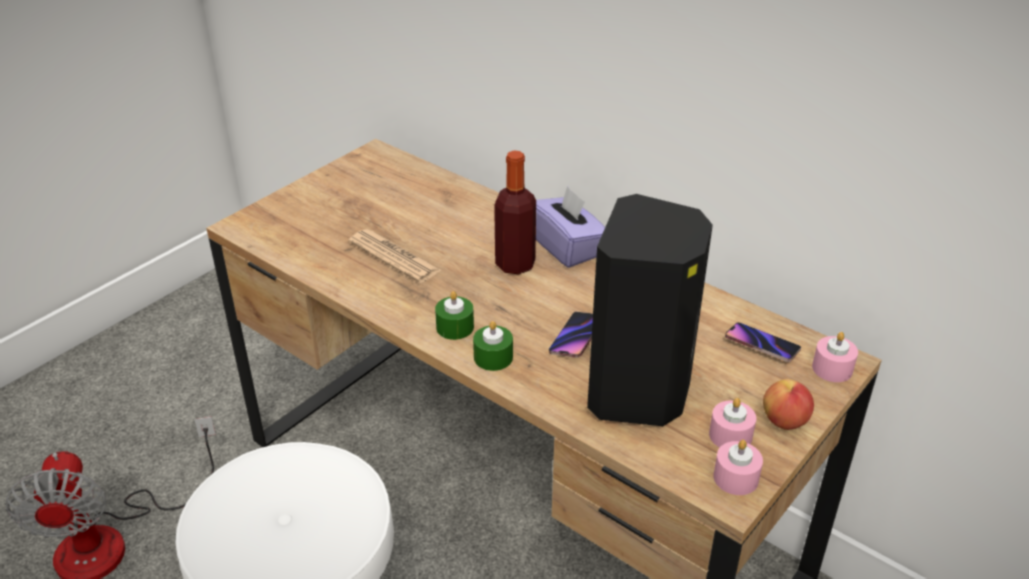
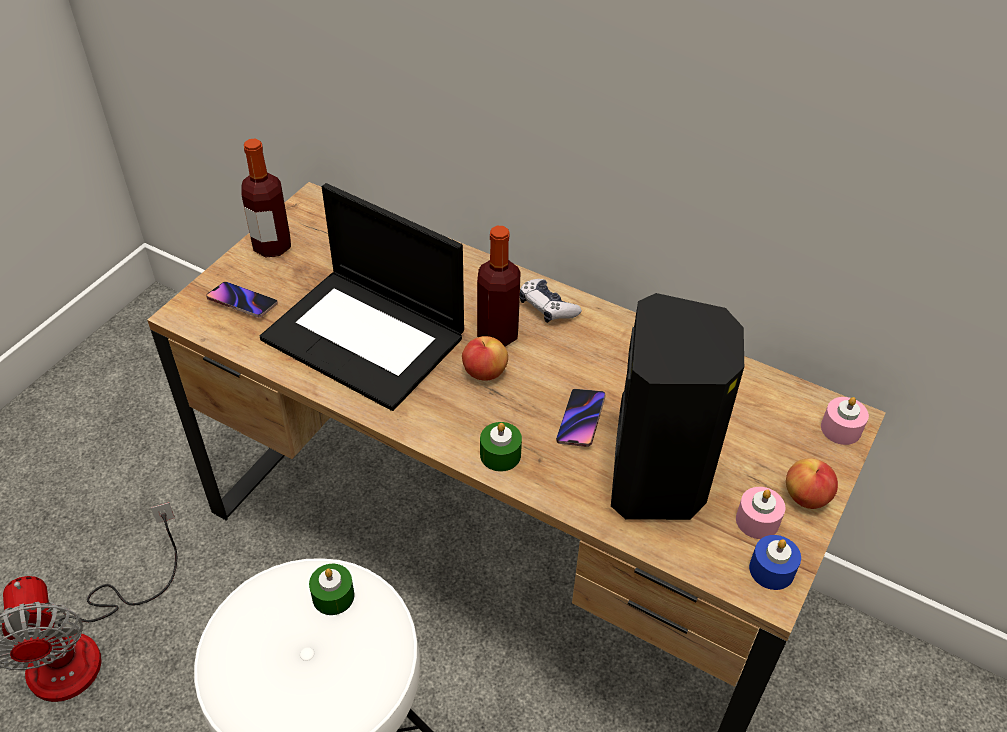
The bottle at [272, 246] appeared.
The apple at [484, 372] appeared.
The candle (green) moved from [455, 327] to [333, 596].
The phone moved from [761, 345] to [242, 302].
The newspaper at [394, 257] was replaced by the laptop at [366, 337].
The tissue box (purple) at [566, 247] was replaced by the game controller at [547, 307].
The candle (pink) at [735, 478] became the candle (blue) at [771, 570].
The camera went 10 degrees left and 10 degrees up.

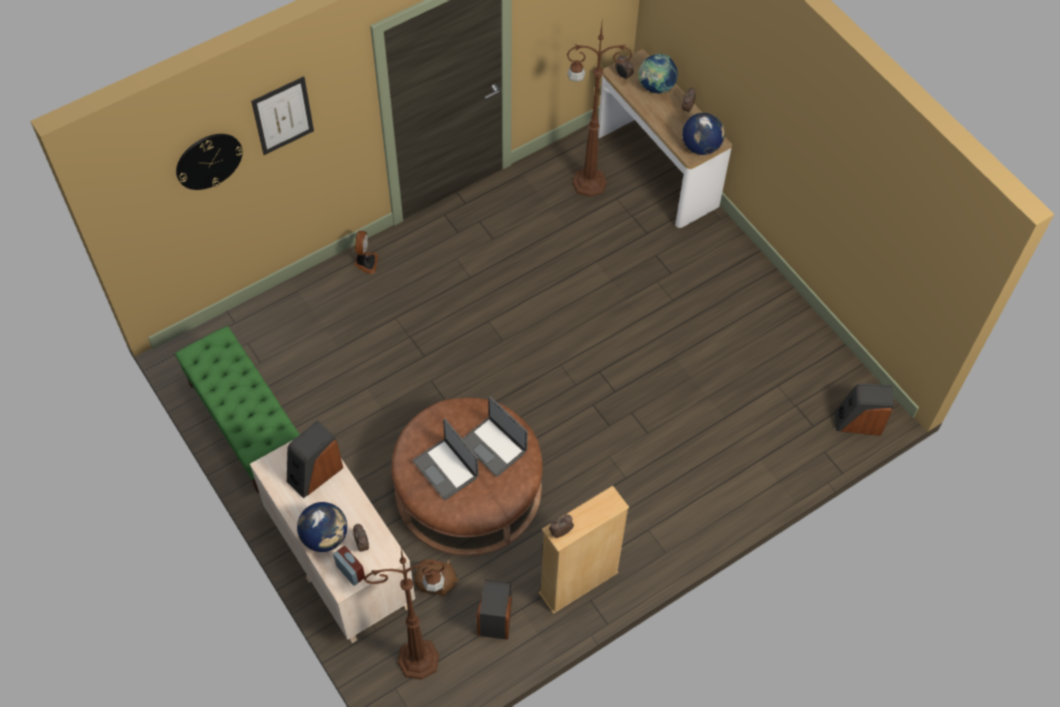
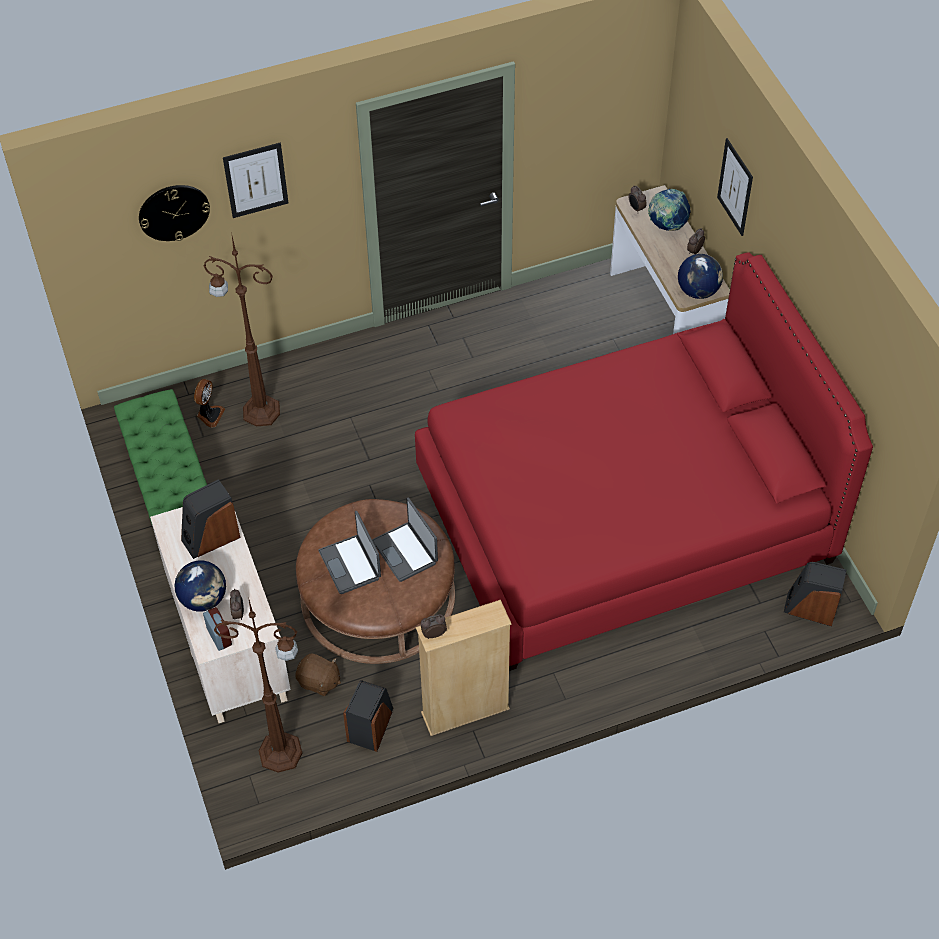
The bed (red) at [624, 517] appeared.
The picture at [735, 187] appeared.
The fan moved from [365, 262] to [209, 415].
The floor lamp (brown) moved from [587, 182] to [259, 411].
The camera went 15 degrees right and 5 degrees down.

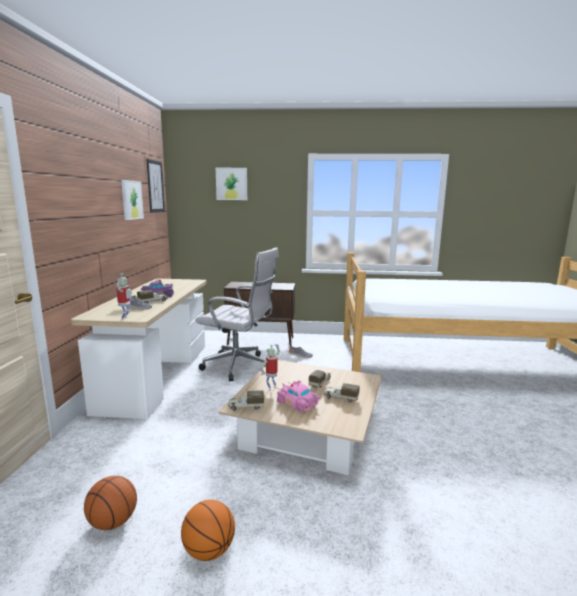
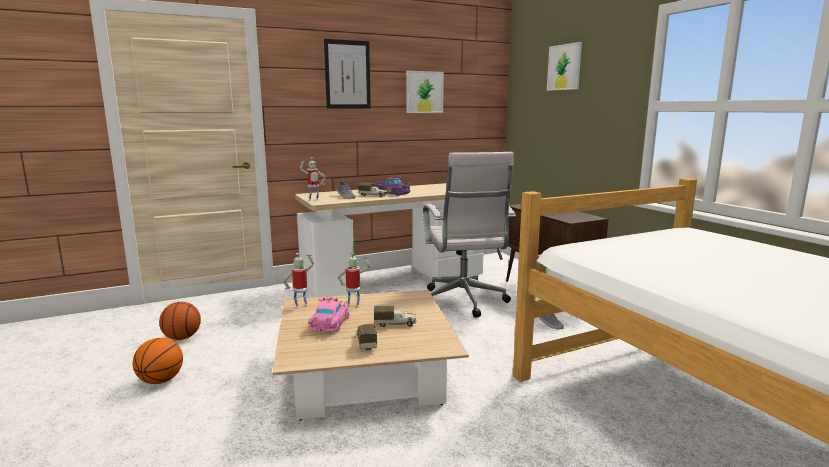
The picture moved from [155, 186] to [347, 74].
The toy truck at [246, 407] was replaced by the toy robot at [301, 306].
The camera went 60 degrees right and 0 degrees up.

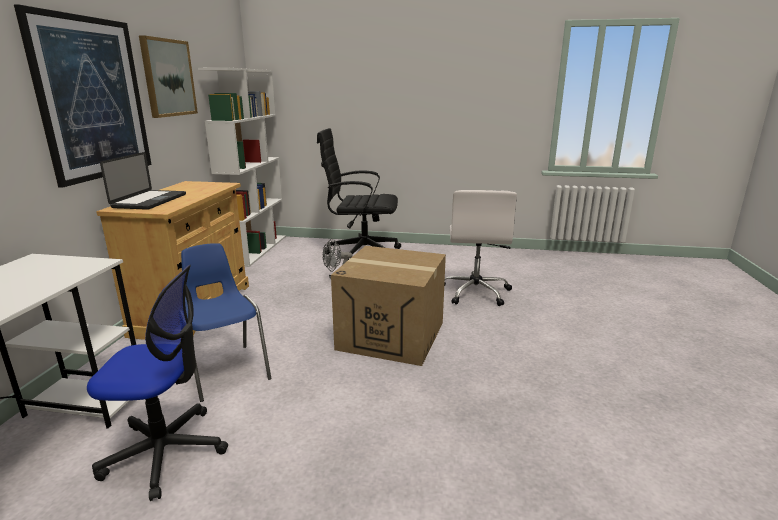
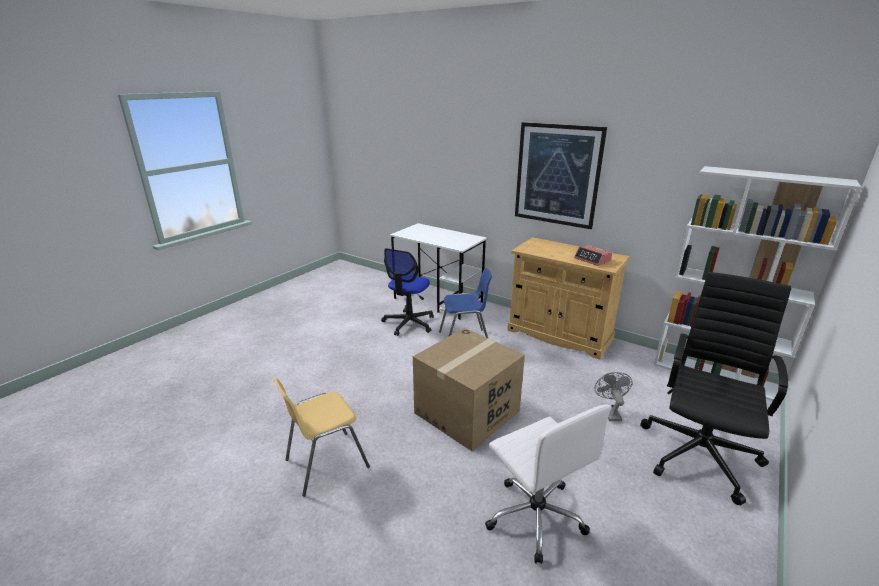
The laptop at [150, 201] disappeared.
The picture at [168, 78] disappeared.
The chair (yellow) at [325, 463] appeared.
The alarm clock at [592, 260] appeared.
The office chair (white) at [475, 292] turned 150 degrees counterclockwise.
The camera went 115 degrees right and 5 degrees up.

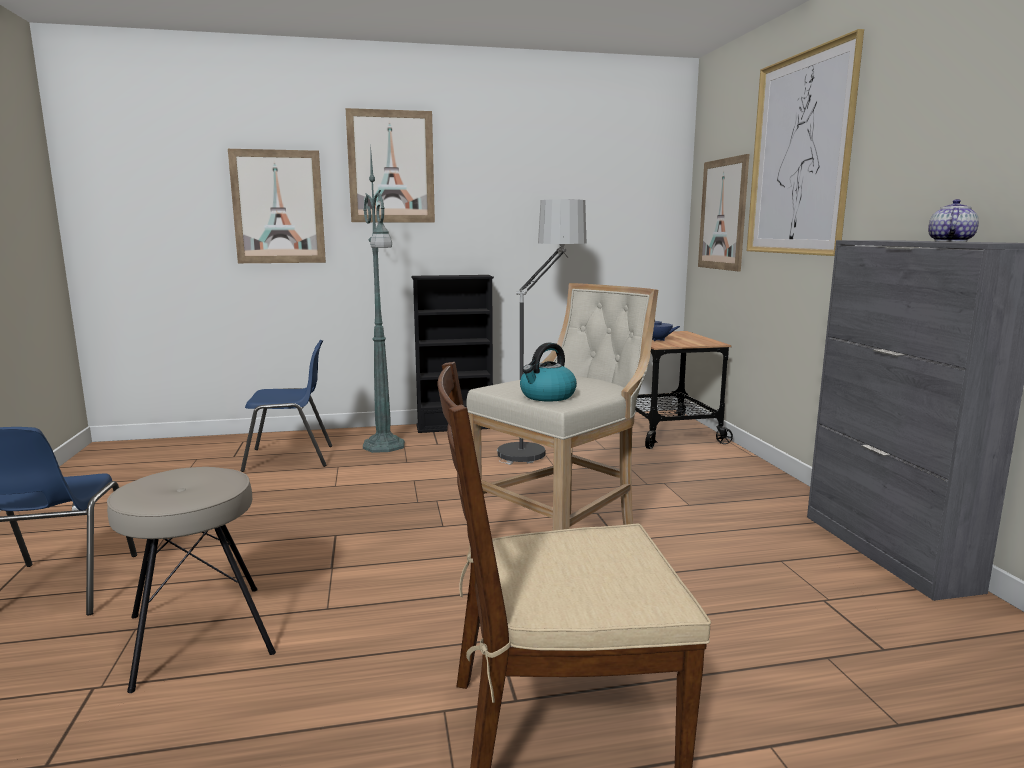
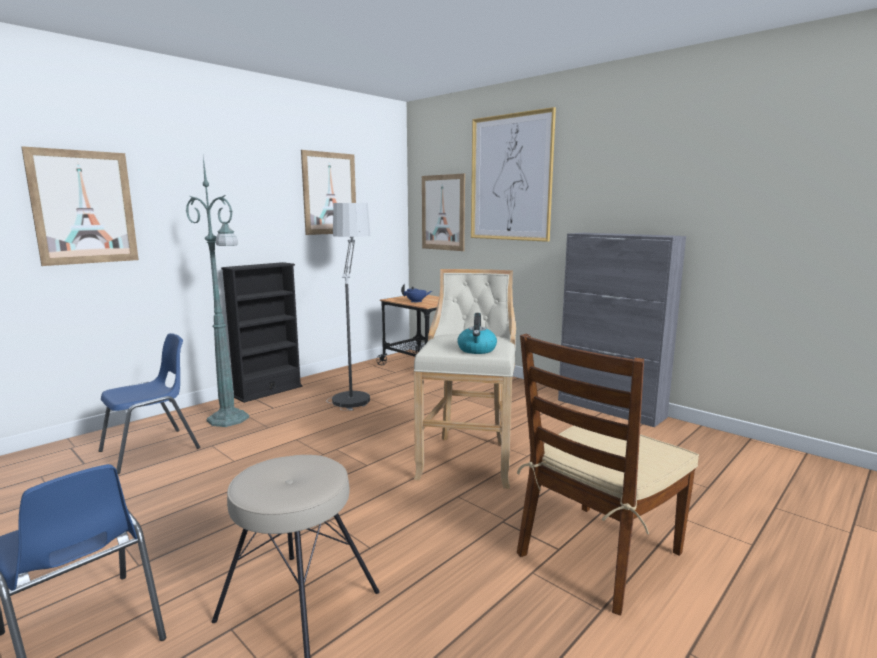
The teapot at [950, 241] disappeared.
The picture moved from [391, 167] to [329, 193].
The camera went 35 degrees left and 0 degrees up.

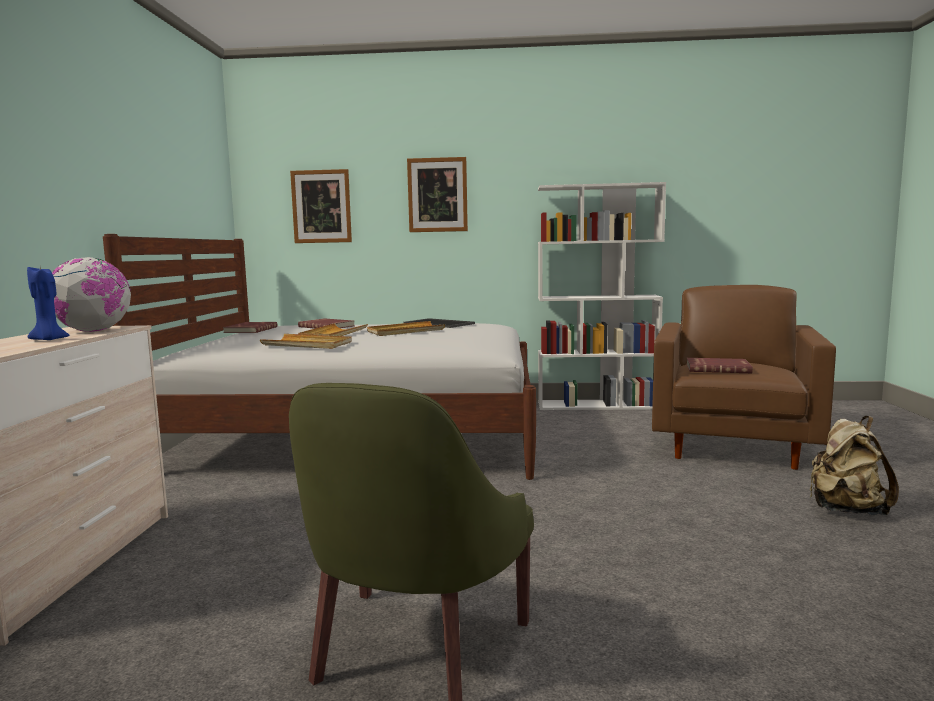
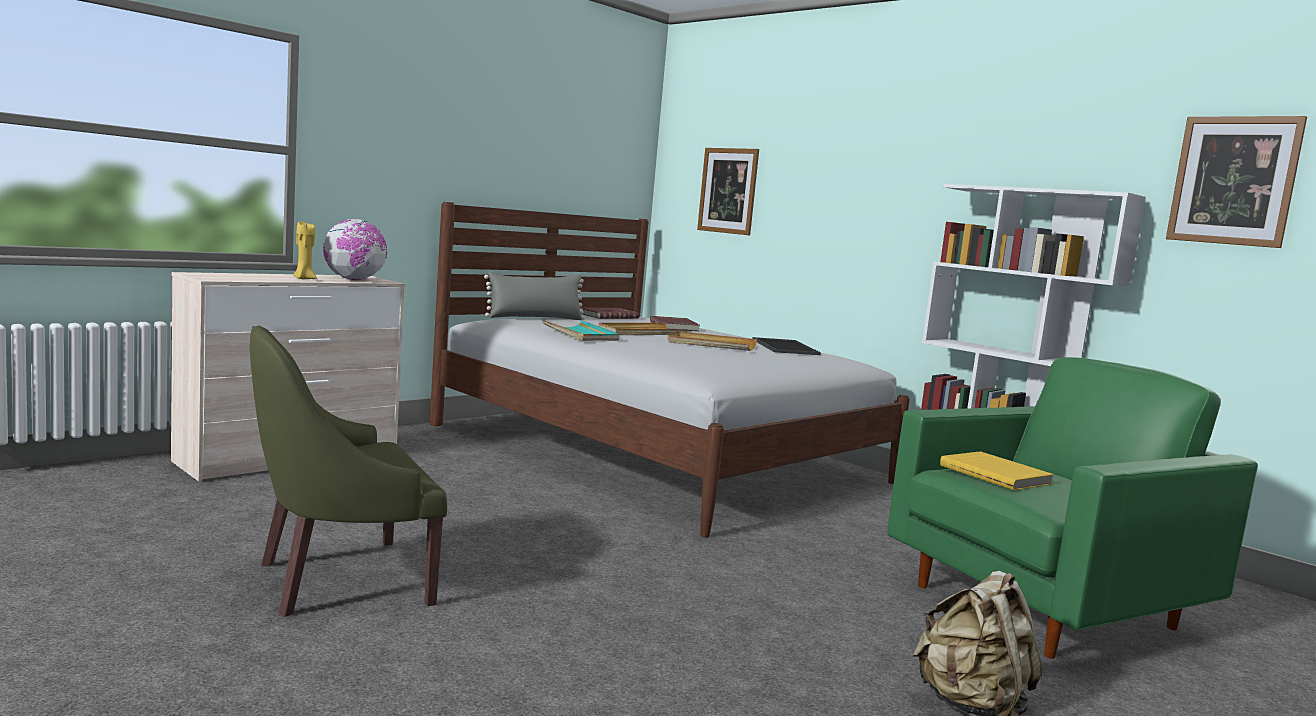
The pillow (grey) at [535, 318] appeared.
The picture moved from [437, 195] to [1233, 181].
The candle (blue) at [48, 340] became the candle (yellow) at [303, 279].
The tray (beige) at [307, 345] became the tray (turquoise) at [580, 334].
The armchair (brown) at [733, 446] became the armchair (green) at [1042, 608].
The book (red) at [717, 368] became the book (yellow) at [996, 474].
The camera went 40 degrees right and 0 degrees up.

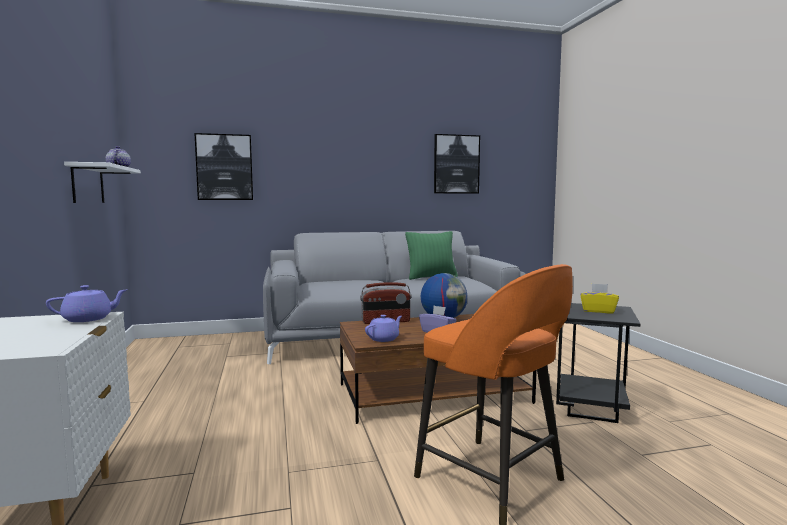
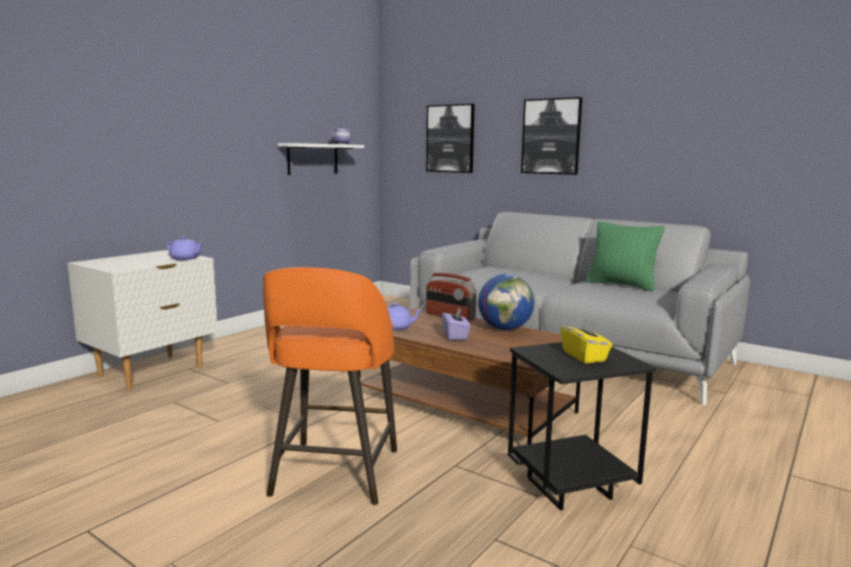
The picture moved from [456, 164] to [551, 136].
The camera went 50 degrees right and 5 degrees up.

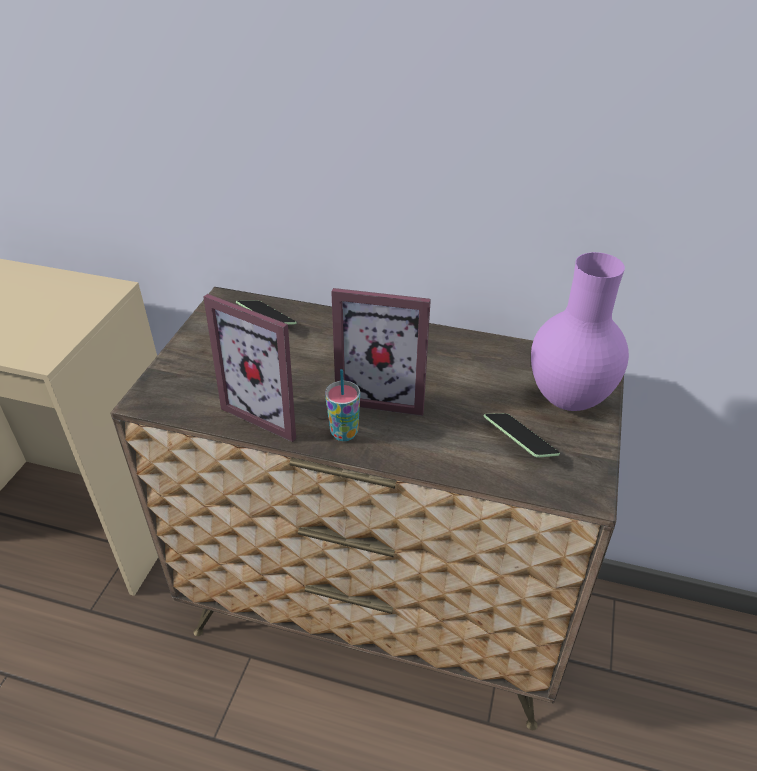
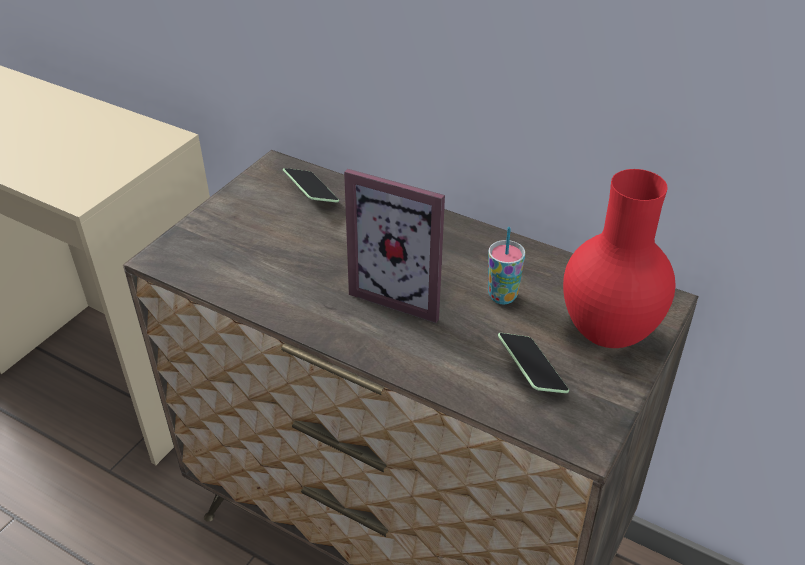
The picture frame at [272, 410] disappeared.
The cup moved from [344, 433] to [502, 296].
The vase (purple) at [567, 398] became the vase (red) at [608, 333].
The camera went 15 degrees right and 0 degrees up.

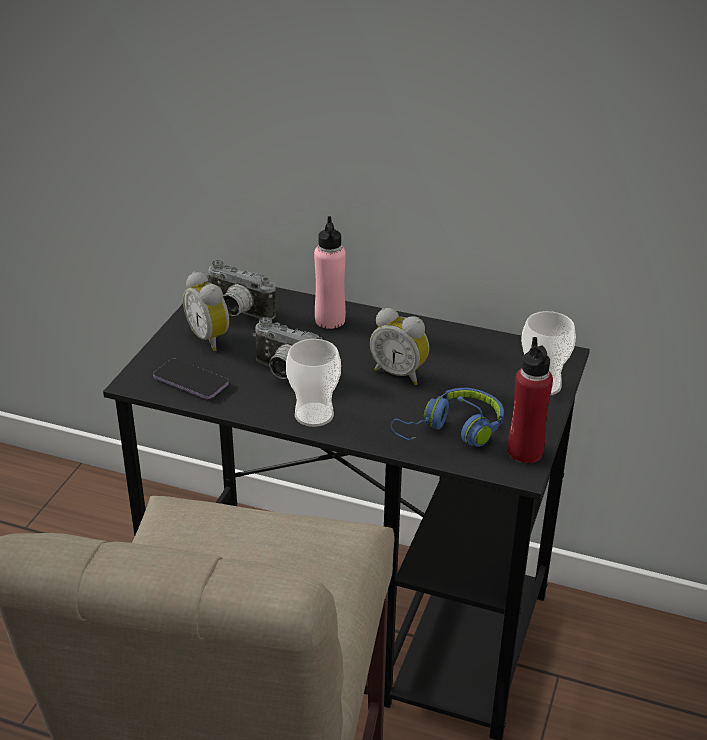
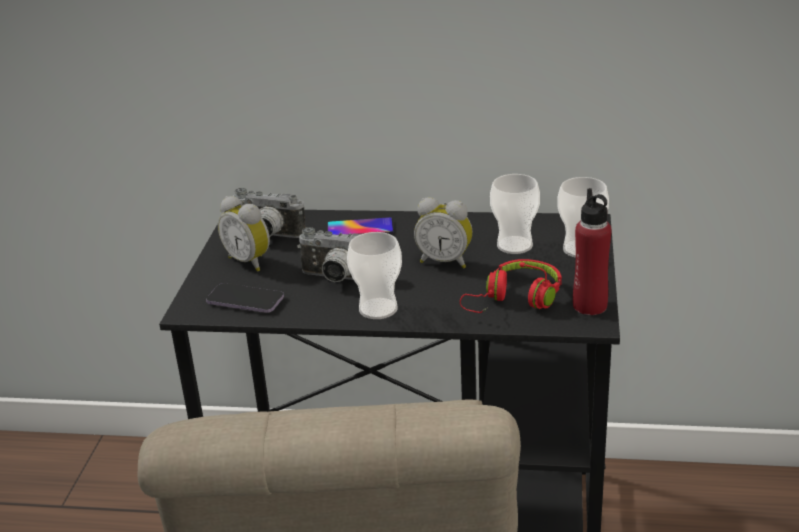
The cup at [514, 245] appeared.
The bottle (pink) at [330, 320] was replaced by the phone at [360, 228].
The headphones (blue) at [453, 431] became the headphones (red) at [515, 300].
The camera went 10 degrees left and 5 degrees down.

